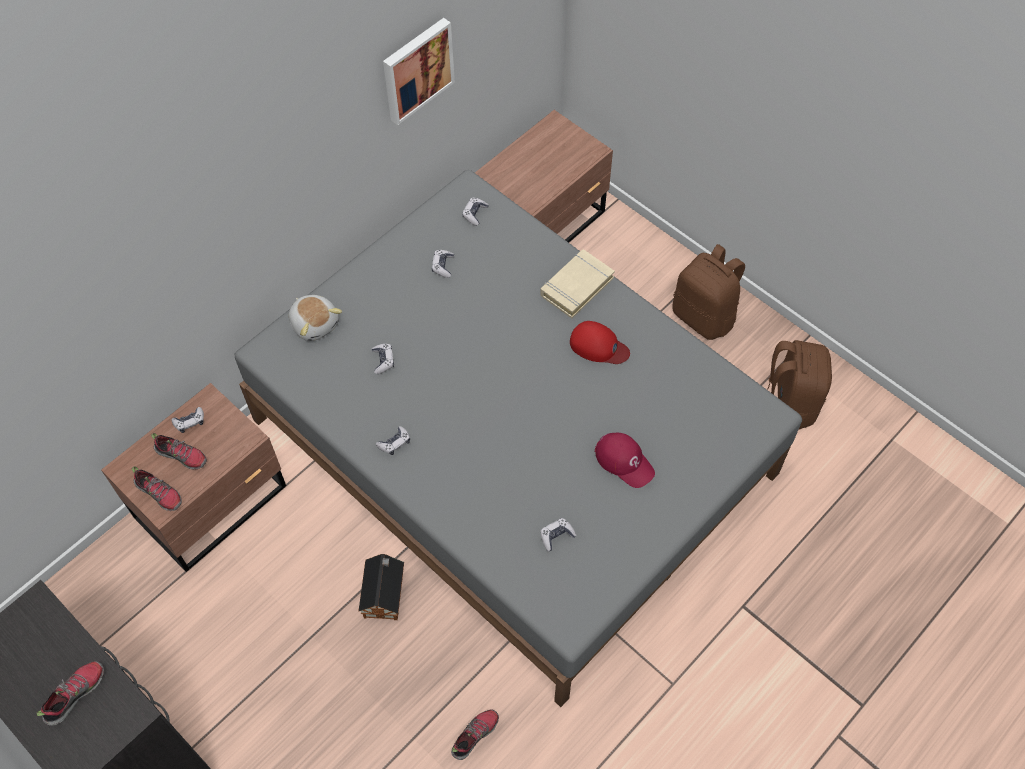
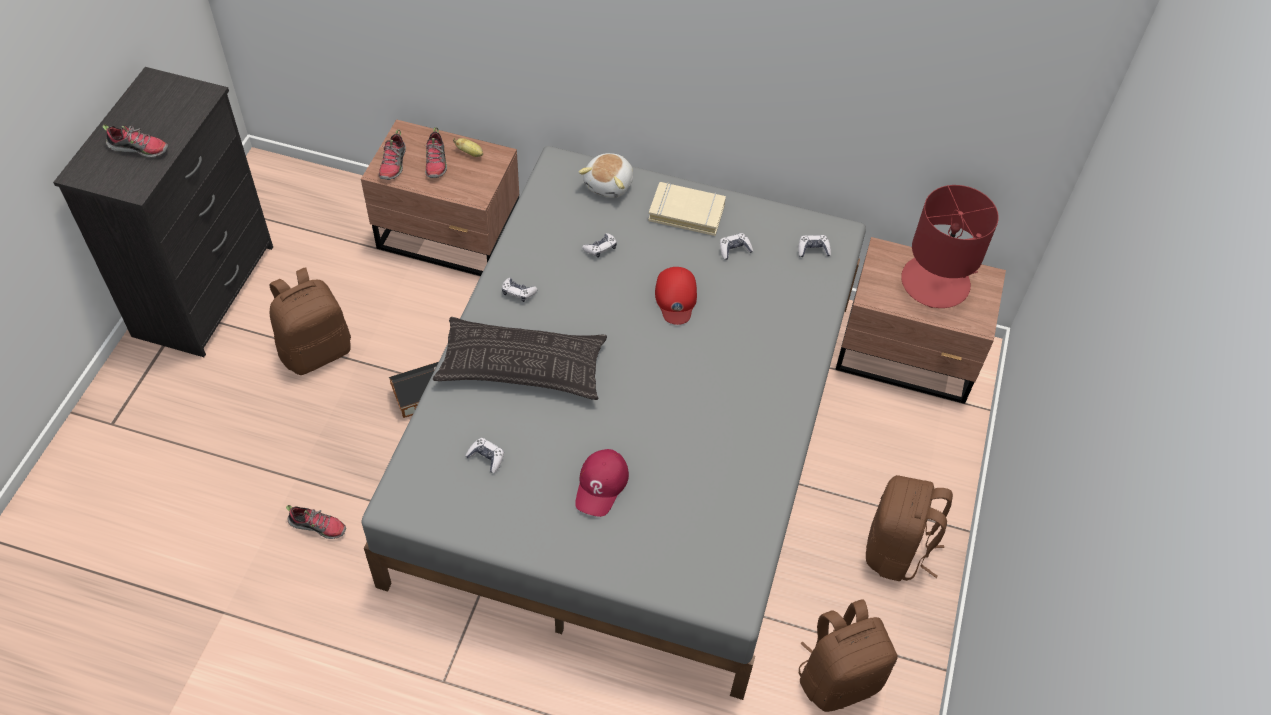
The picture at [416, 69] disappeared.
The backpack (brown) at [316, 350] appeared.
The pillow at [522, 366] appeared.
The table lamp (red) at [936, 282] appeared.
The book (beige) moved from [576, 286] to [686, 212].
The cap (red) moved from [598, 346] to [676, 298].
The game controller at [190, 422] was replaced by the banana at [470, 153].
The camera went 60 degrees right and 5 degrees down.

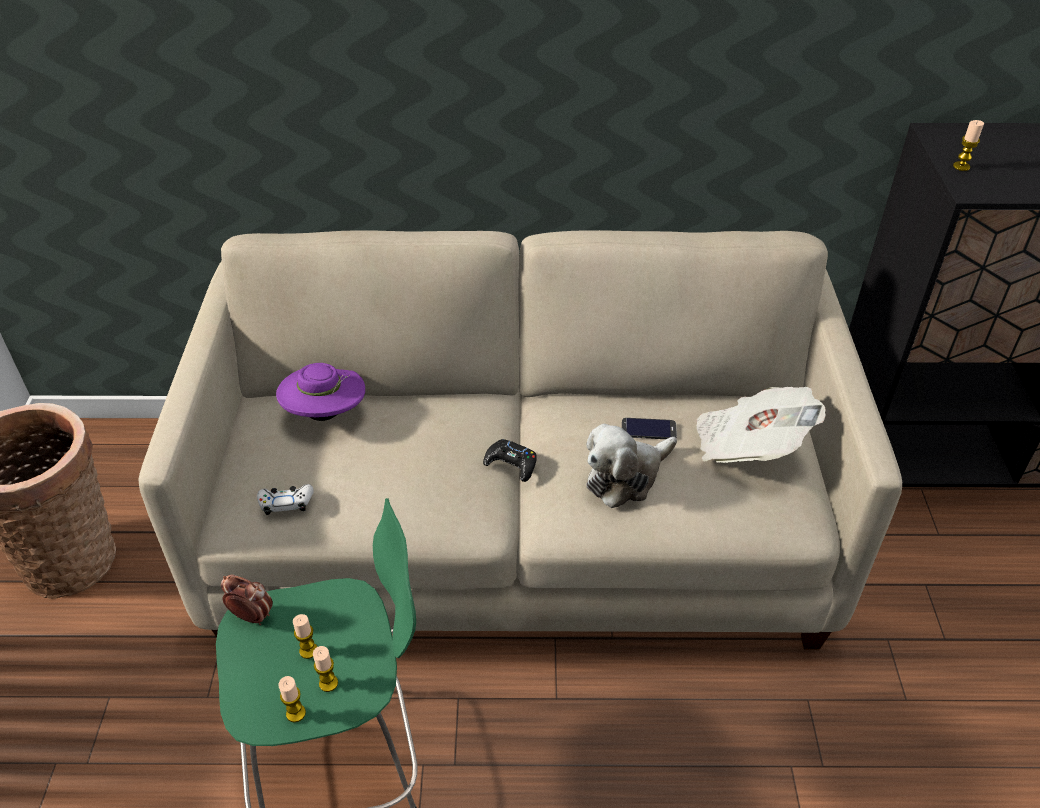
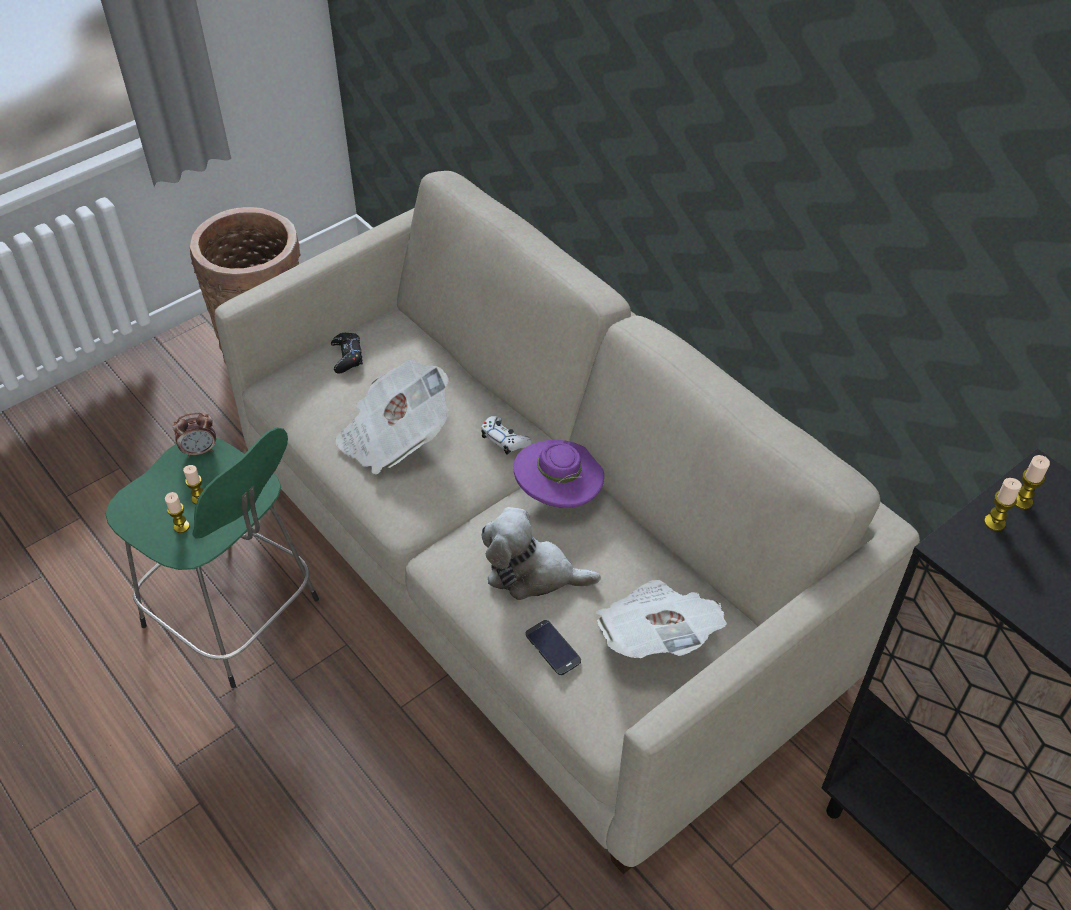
The newspaper at [394, 437] appeared.
The game controller (white) moved from [286, 502] to [504, 439].
The hat (purple) moved from [325, 414] to [558, 494].
The candle moved from [296, 713] to [1022, 501].
The game controller (black) moved from [511, 464] to [347, 357].
The phone moved from [648, 429] to [553, 648].
The alarm clock at [252, 616] turned 90 degrees clockwise.
The camera went 50 degrees right and 5 degrees up.

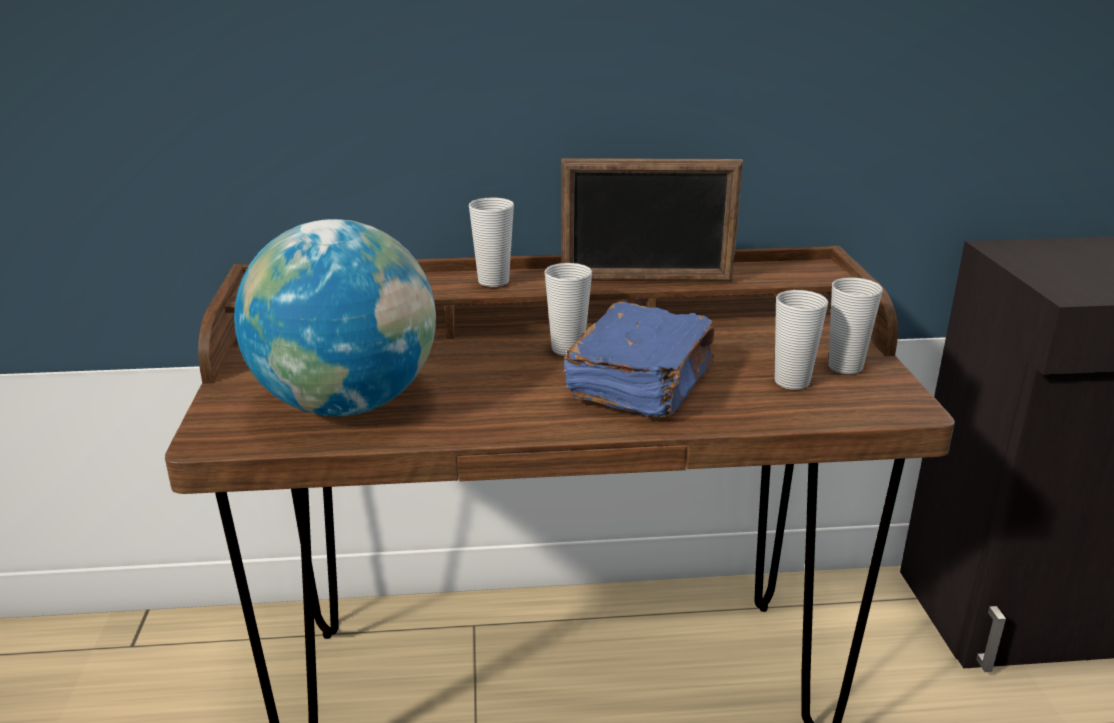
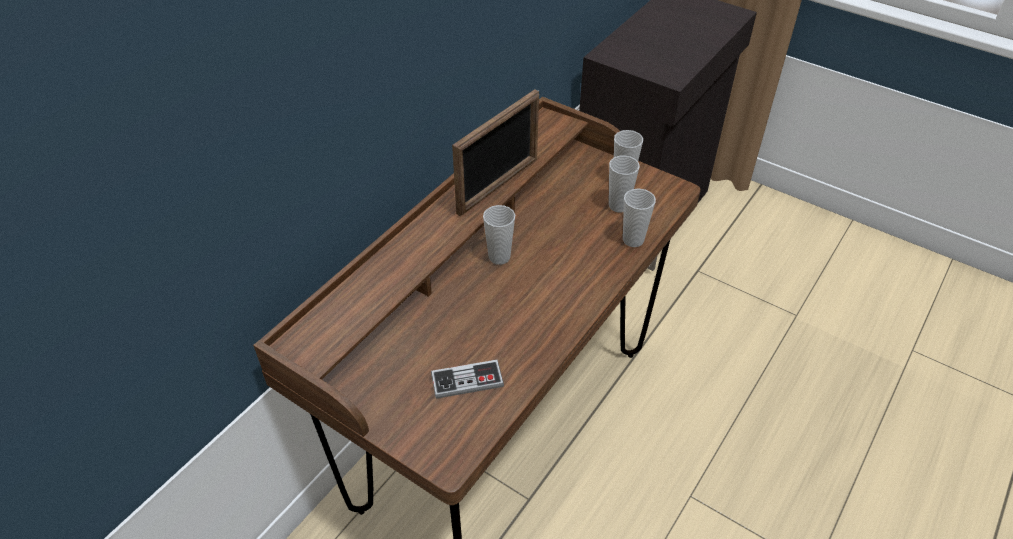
The book (blue) at [643, 384] disappeared.
The cup moved from [493, 281] to [633, 240].
The globe at [347, 404] was replaced by the game controller at [467, 380].
The camera went 50 degrees left and 20 degrees up.

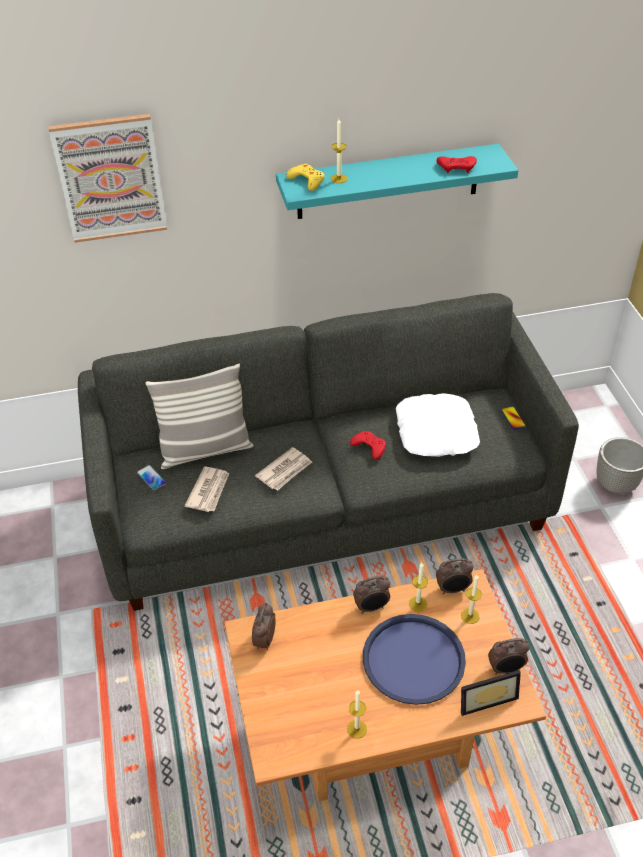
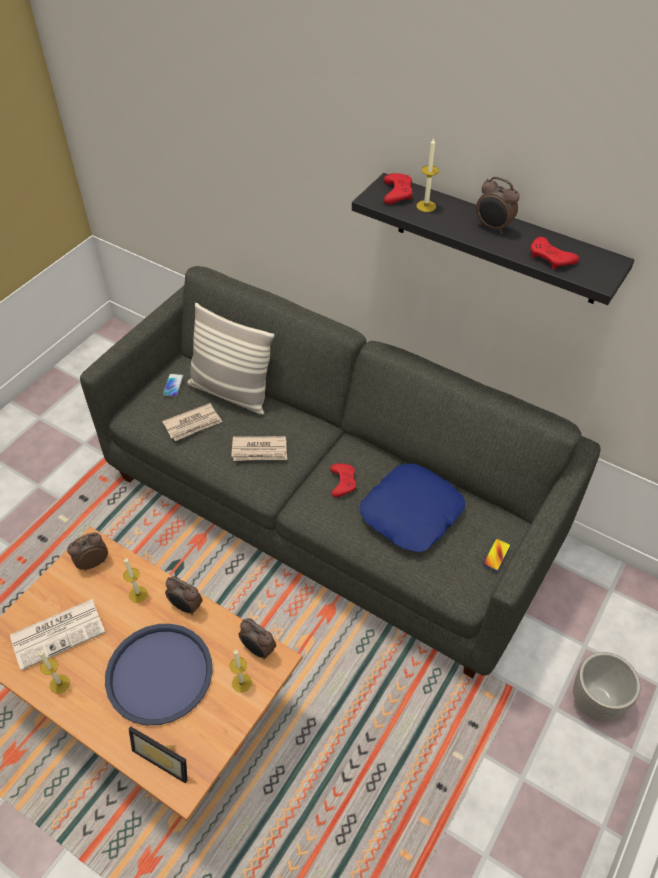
The picture at [110, 178] disappeared.
The newspaper at [59, 632] appeared.
The candle moved from [418, 604] to [138, 594].
The alarm clock moved from [506, 669] to [493, 227].
The shelf (turquoise) at [388, 182] became the shelf (black) at [496, 239].
The game controller (yellow) at [307, 180] became the game controller (red) at [397, 192].
The pillow (white) at [437, 432] became the pillow (blue) at [412, 513].
The camera went 45 degrees right and 5 degrees up.

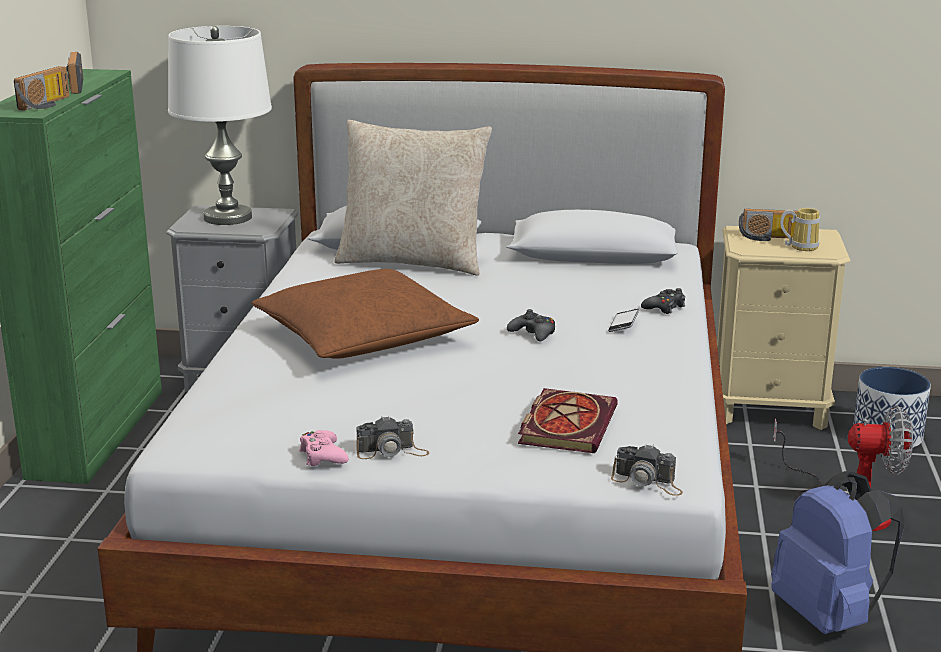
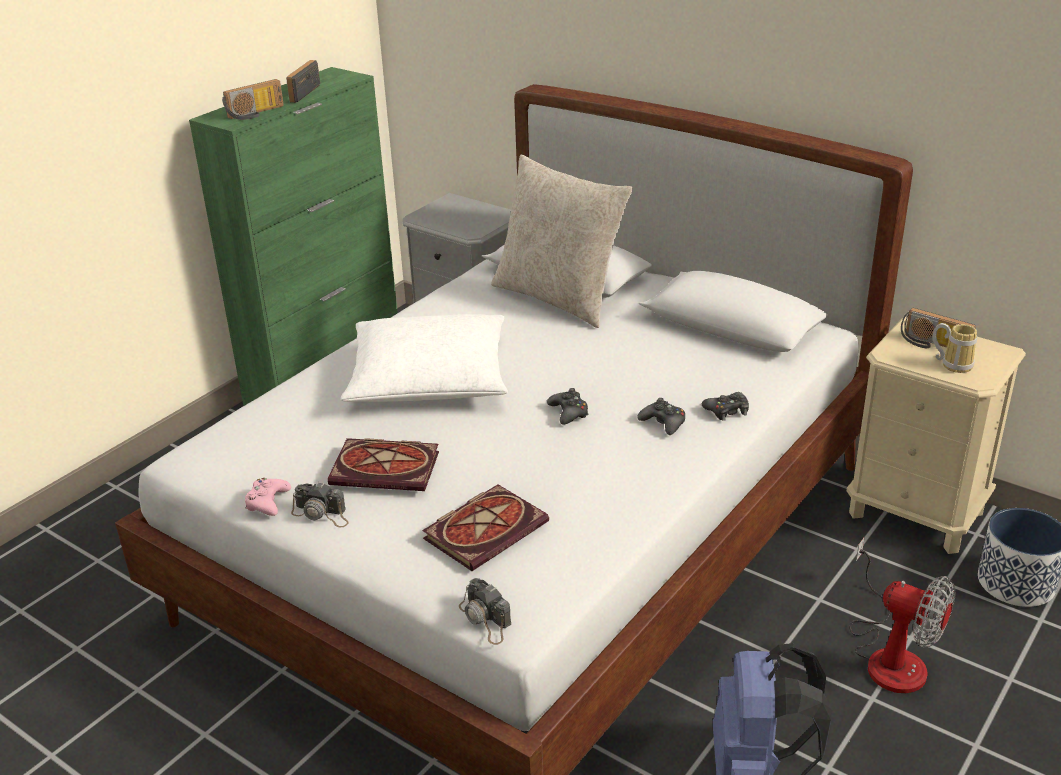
The table lamp (white) at [227, 217] disappeared.
The book at [388, 468] appeared.
The phone at [623, 324] was replaced by the game controller (black) at [663, 423].
The pillow (brown) at [363, 336] became the pillow (white) at [428, 377].
The camera went 30 degrees right and 10 degrees up.

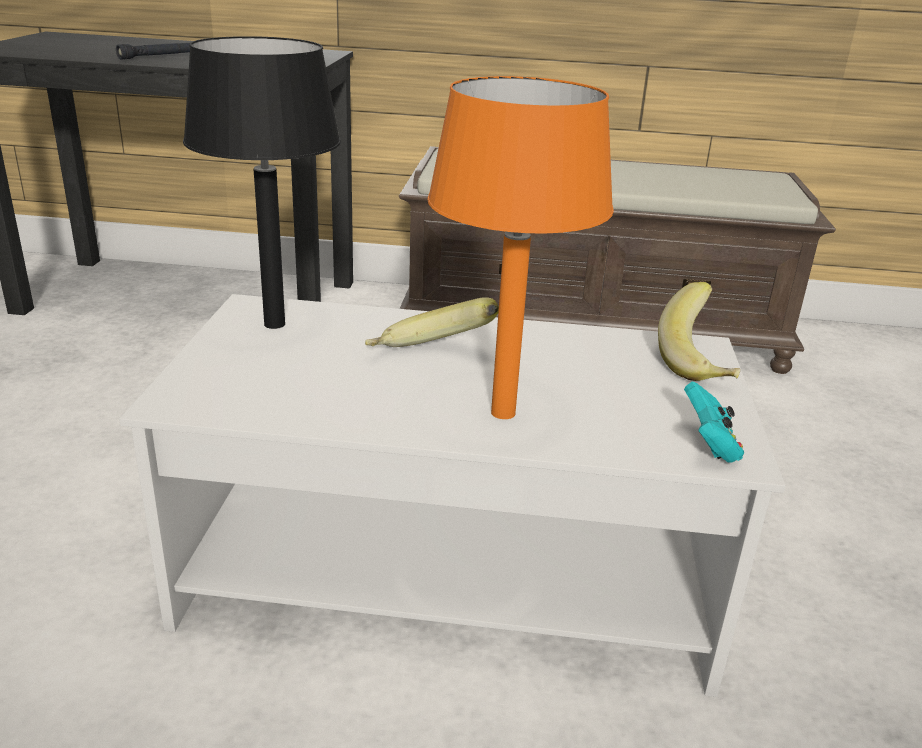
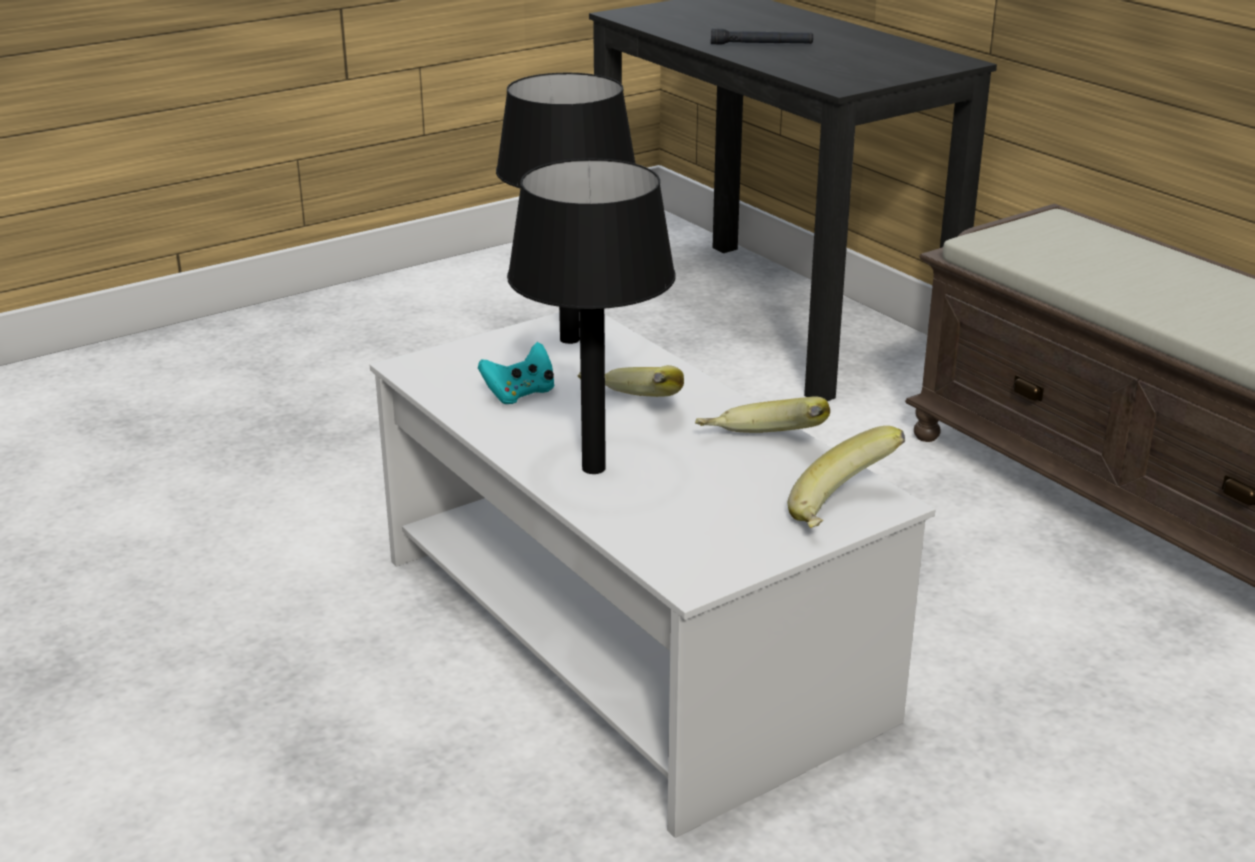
The banana at [760, 448] appeared.
The game controller (turquoise) moved from [709, 446] to [520, 394].
The table lamp (orange) at [503, 413] became the table lamp (black) at [593, 468].
The camera went 50 degrees right and 0 degrees up.

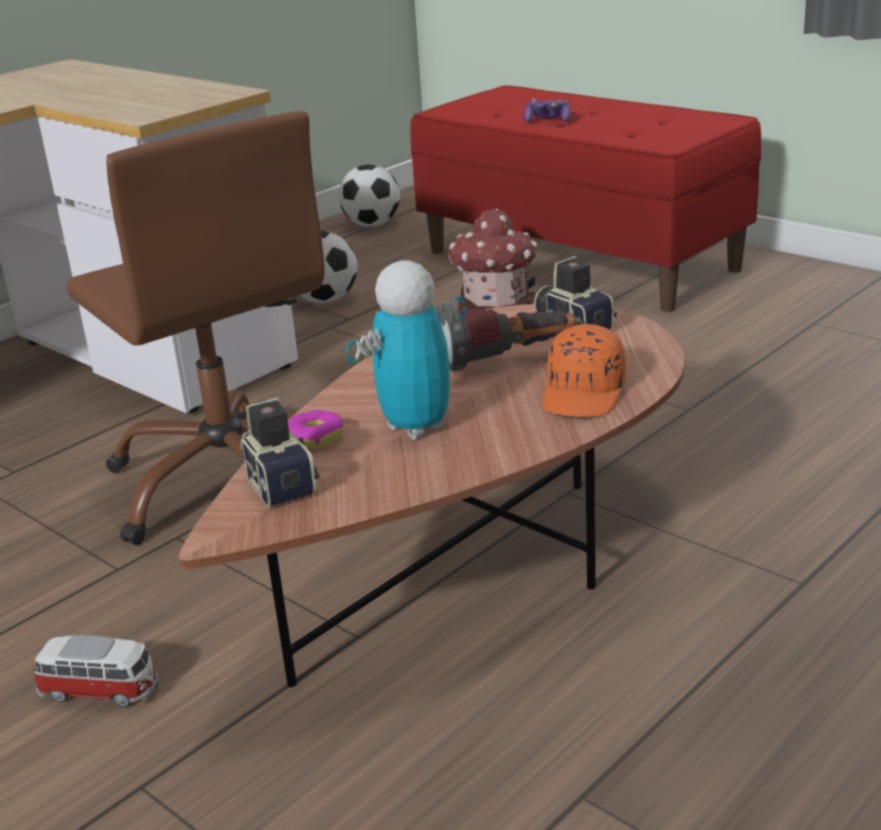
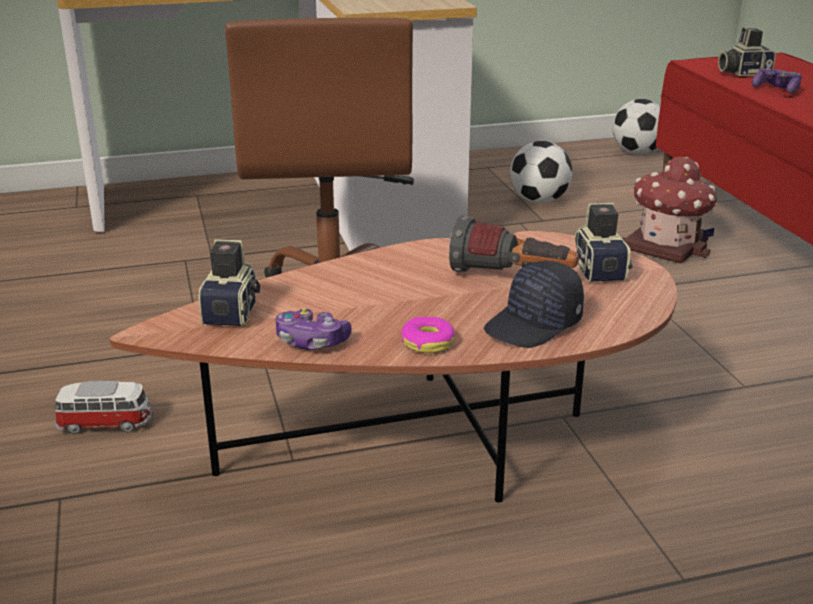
The toy robot at [416, 427] disappeared.
The game controller at [311, 341] appeared.
The photo camera at [743, 73] appeared.
The donut moved from [315, 438] to [428, 342].
The cap (orange) at [585, 393] became the cap (black) at [534, 325].
The toy car at [101, 691] turned 45 degrees counterclockwise.
The camera went 30 degrees right and 0 degrees up.

